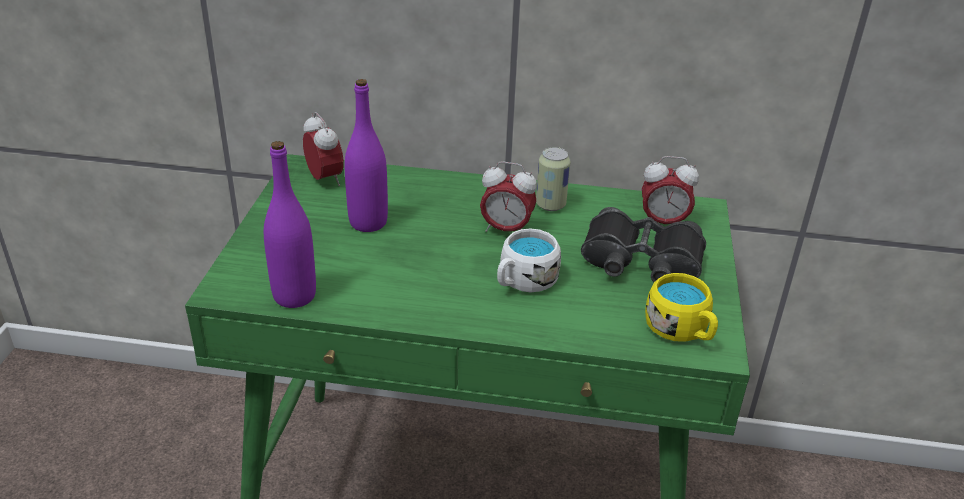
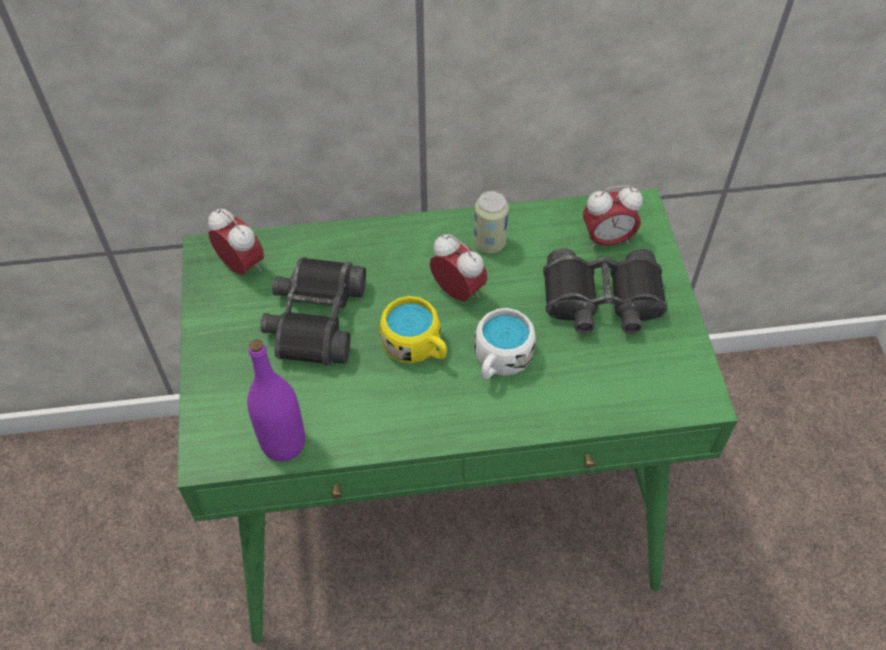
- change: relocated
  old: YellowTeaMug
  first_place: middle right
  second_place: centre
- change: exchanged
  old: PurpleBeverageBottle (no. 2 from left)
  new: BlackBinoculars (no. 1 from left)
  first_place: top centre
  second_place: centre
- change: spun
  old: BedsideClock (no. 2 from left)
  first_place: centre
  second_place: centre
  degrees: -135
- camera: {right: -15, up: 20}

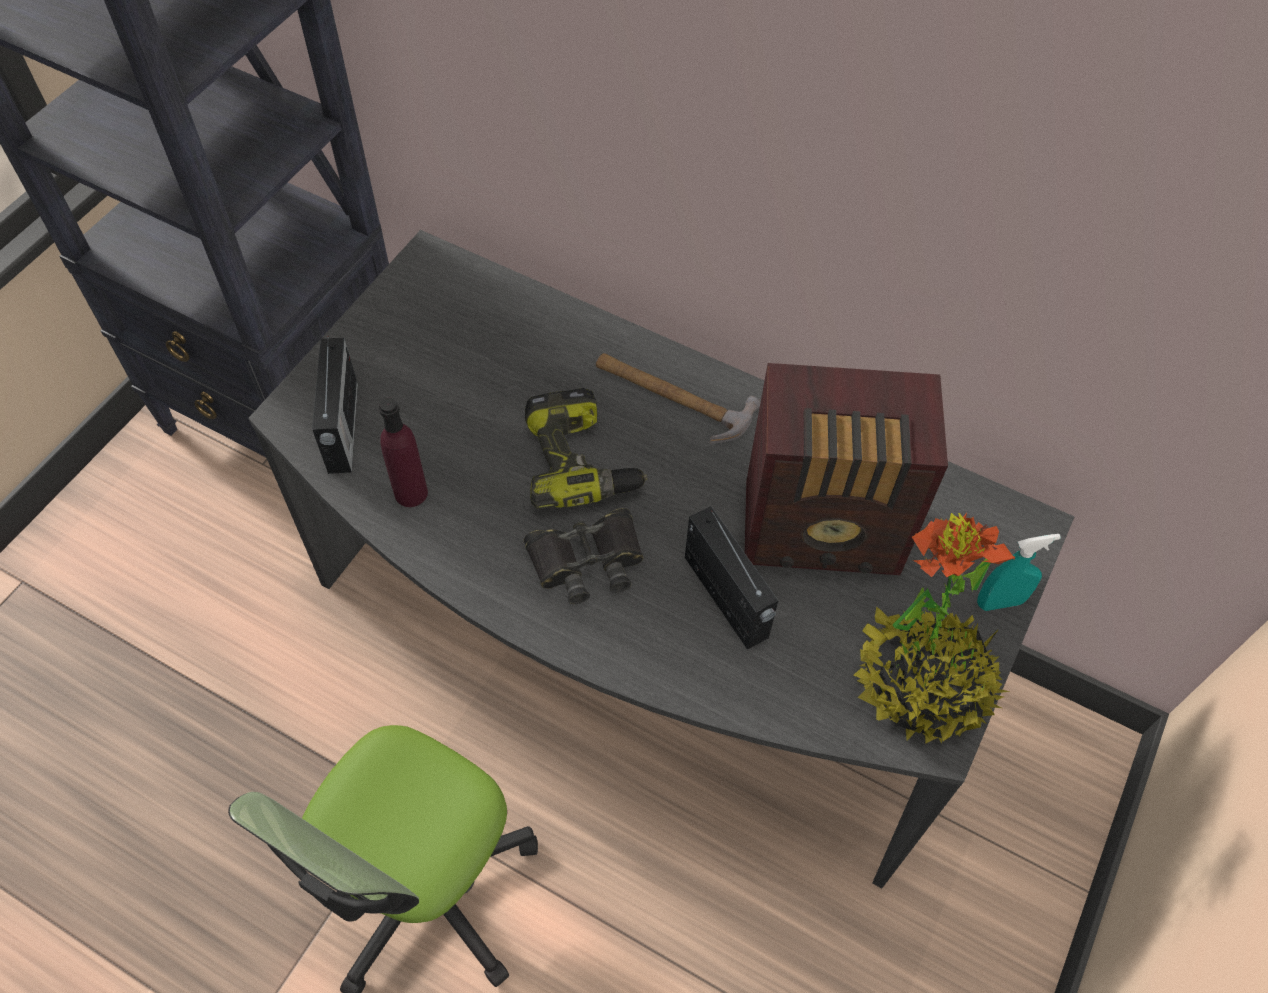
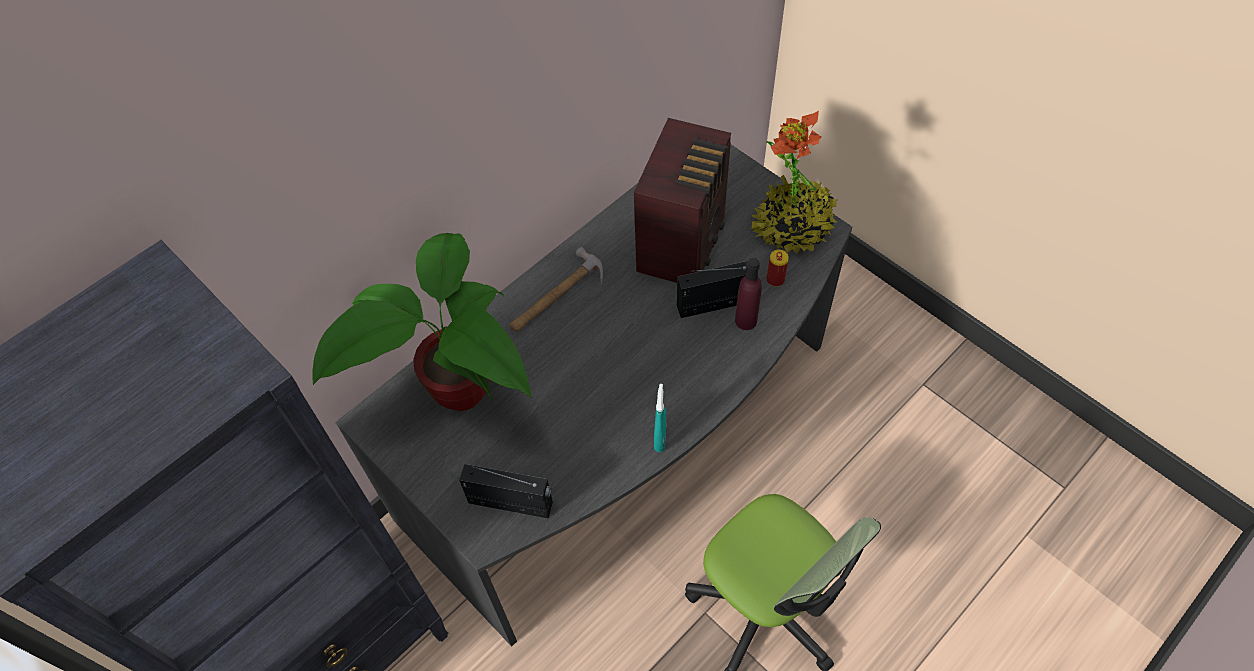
- change: missing
  old: BlackBinoculars
  first_place: centre
- change: missing
  old: Drill
  first_place: centre
- change: appeared
  new: PottedPlant (no. 1 from left)
  second_place: centre
- change: appeared
  new: SealedCan
  second_place: centre
- change: relocated
  old: PurpleBeverageBottle
  first_place: middle left
  second_place: centre
- change: relocated
  old: TurquoiseSprayer
  first_place: middle right
  second_place: centre
- camera: {right: -70, up: 0}

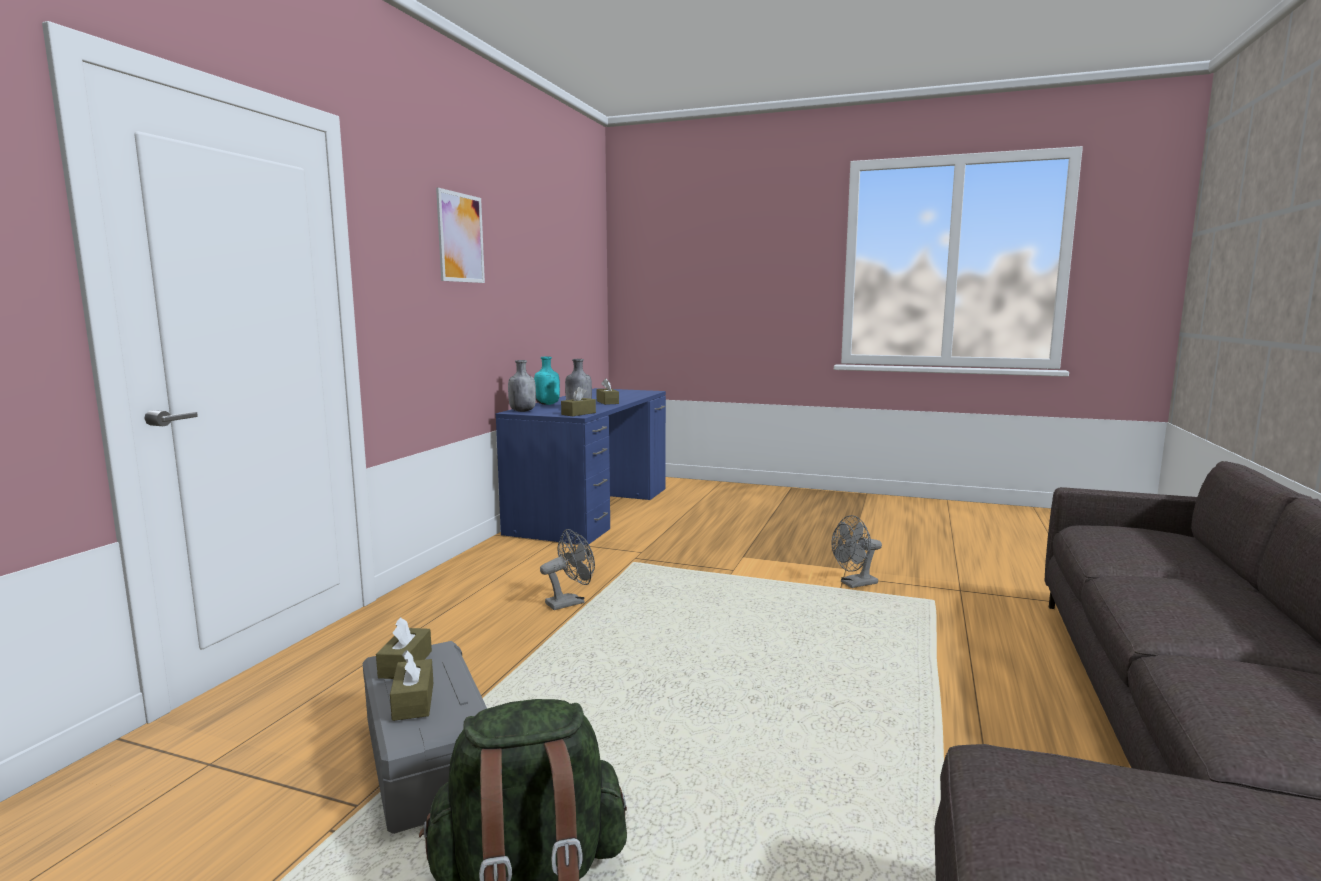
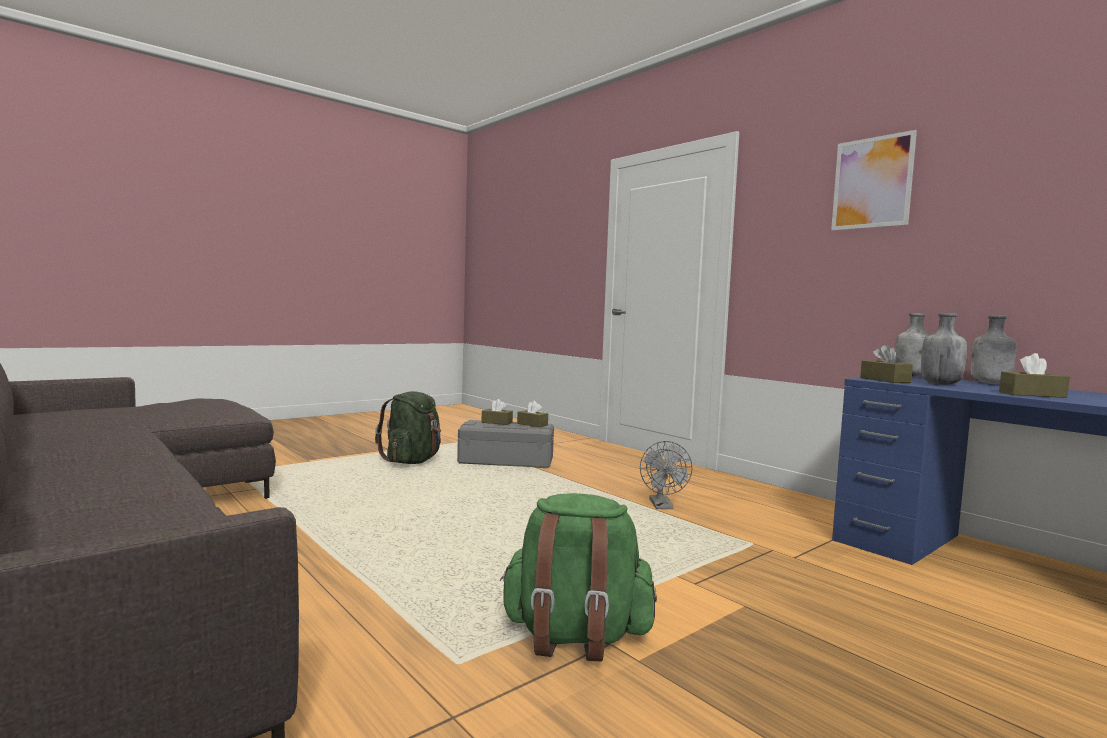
- change: exchanged
  old: GrayFan (no. 2 from left)
  new: GreenBackpack (no. 2 from left)
  first_place: centre
  second_place: bottom centre
- change: colour
  old: TurquoiseBeverageBottle
  new: GrayBeverageBottle (no. 3 from left)
  first_place: centre
  second_place: middle right
- camera: {right: 120, up: -5}

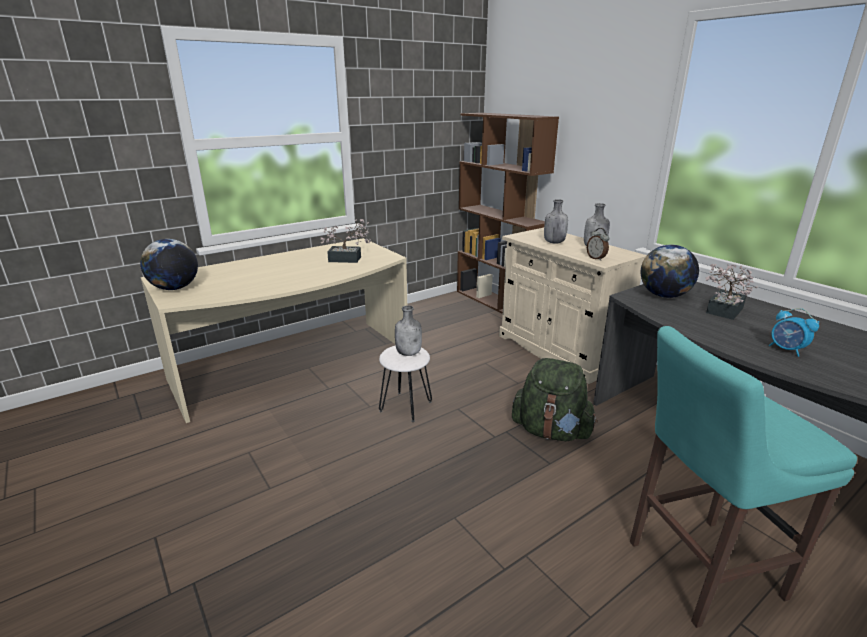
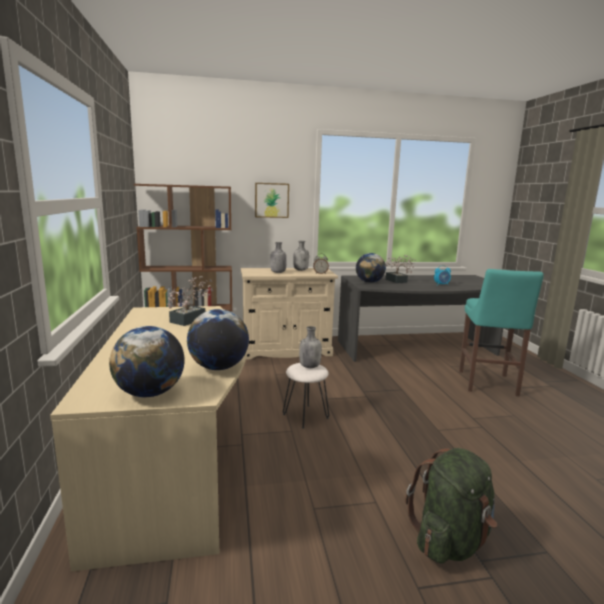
- change: appeared
  new: WorldGlobe (no. 2 from left)
  second_place: centre
- change: appeared
  new: WallArt
  second_place: top centre
- change: relocated
  old: GreenBackpack
  first_place: centre
  second_place: bottom right
- camera: {right: -65, up: -10}

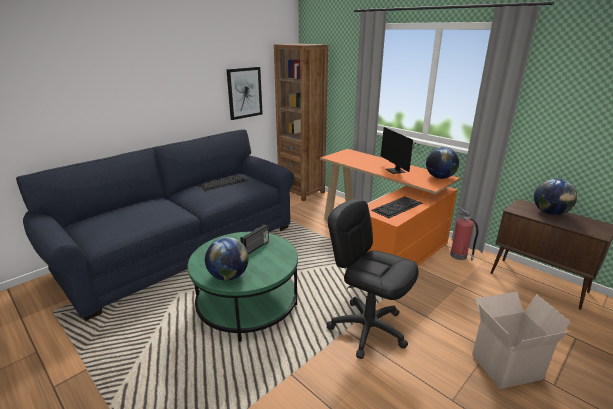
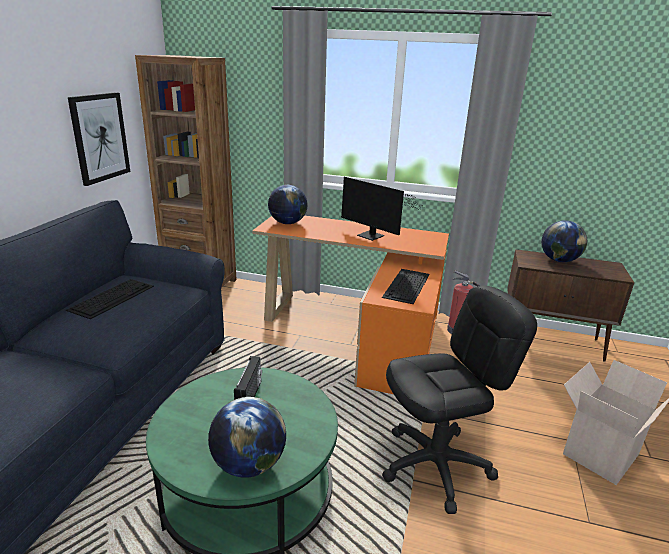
- change: relocated
  old: WorldGlobe (no. 2 from left)
  first_place: middle right
  second_place: centre
- change: spun
  old: BlackComputerChair
  first_place: bottom centre
  second_place: bottom right
  degrees: 150
- camera: {right: -30, up: 0}

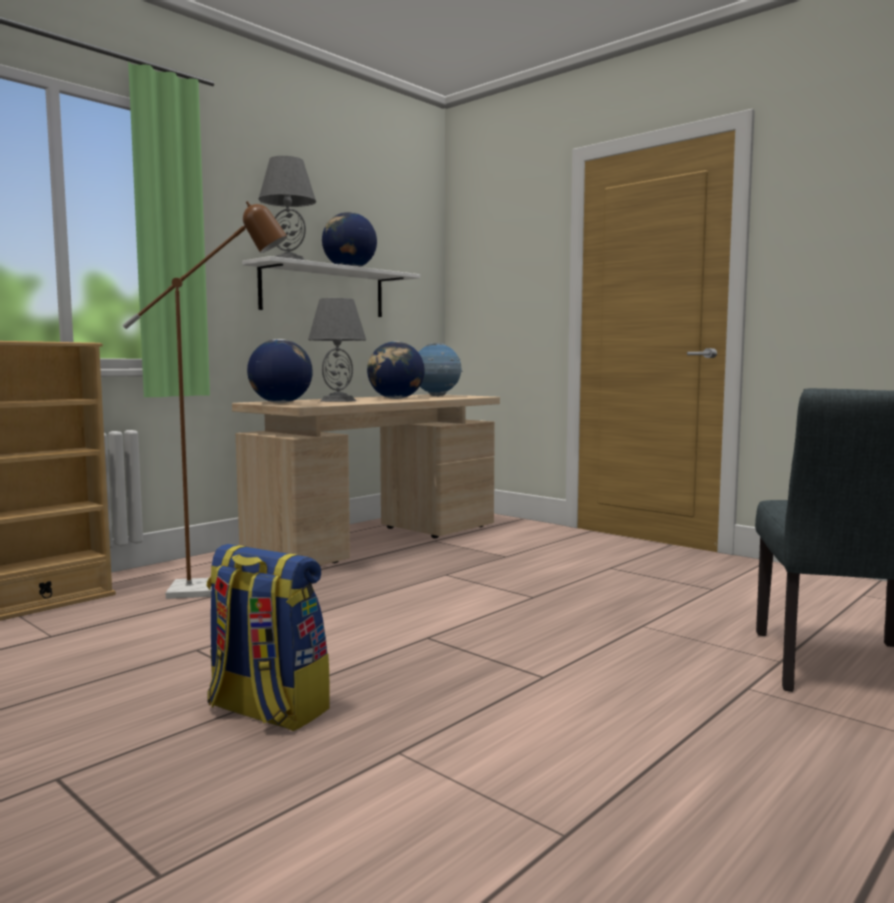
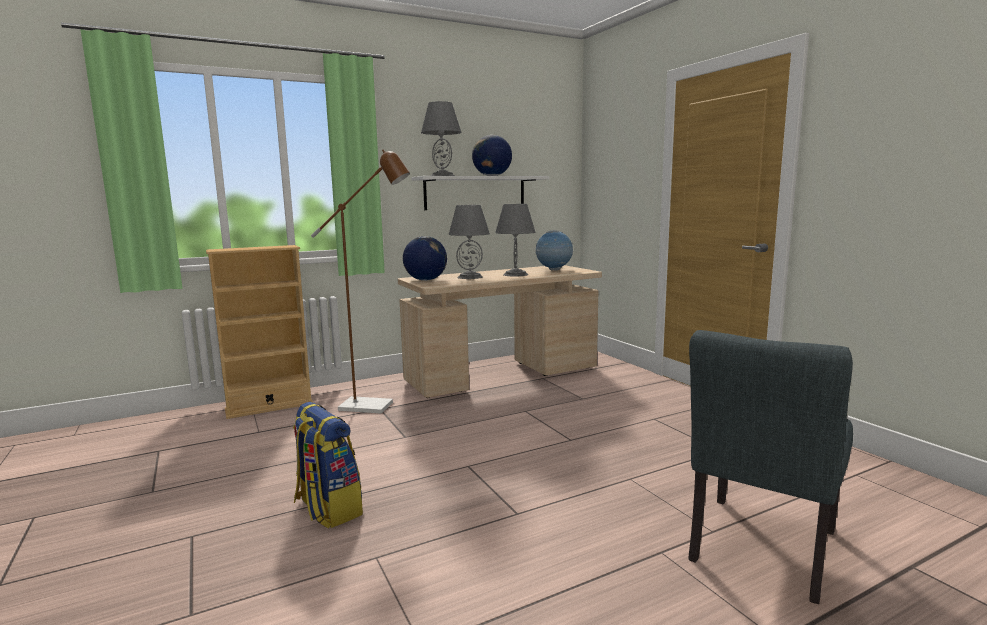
- change: exchanged
  old: WorldGlobe (no. 3 from left)
  new: GrayTabletopLamp (no. 3 from left)
  first_place: centre
  second_place: centre
- camera: {right: 20, up: 5}

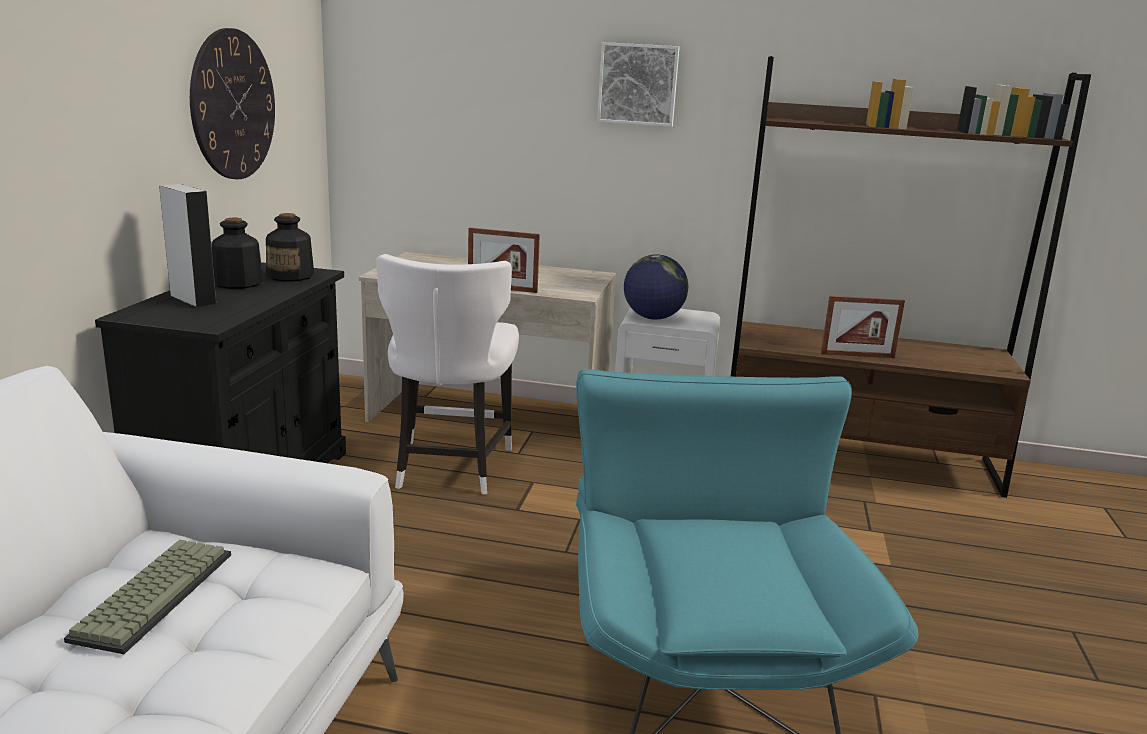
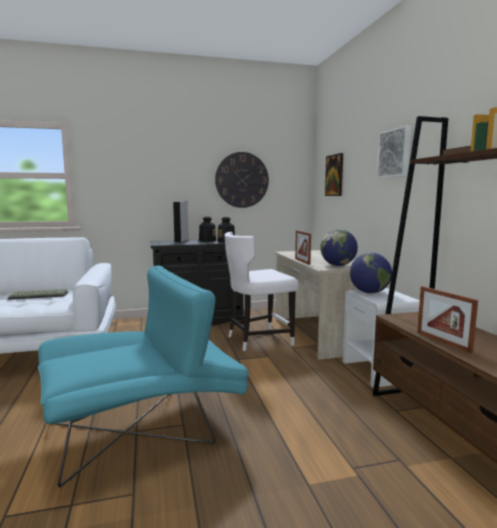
- change: appeared
  new: WorldGlobe (no. 1 from left)
  second_place: middle right
- change: appeared
  new: WallArt (no. 1 from left)
  second_place: top right
- camera: {right: 65, up: -10}

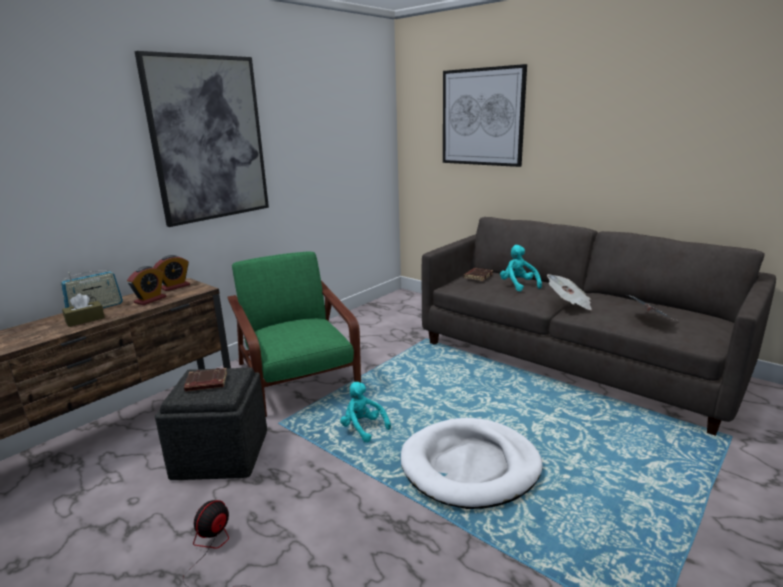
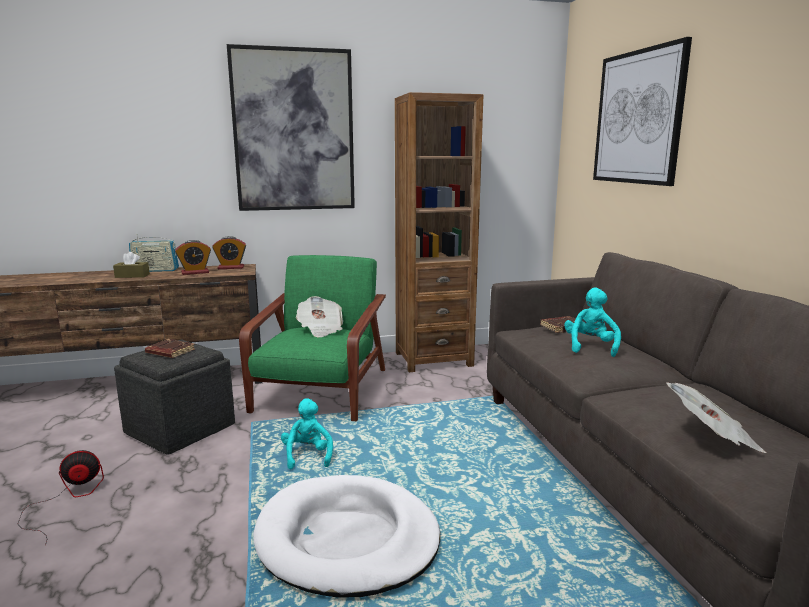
- change: appeared
  new: BrownColouredShelvingUnit
  second_place: centre
- change: relocated
  old: Newspaper (no. 1 from left)
  first_place: middle right
  second_place: centre
- camera: {right: 35, up: -5}

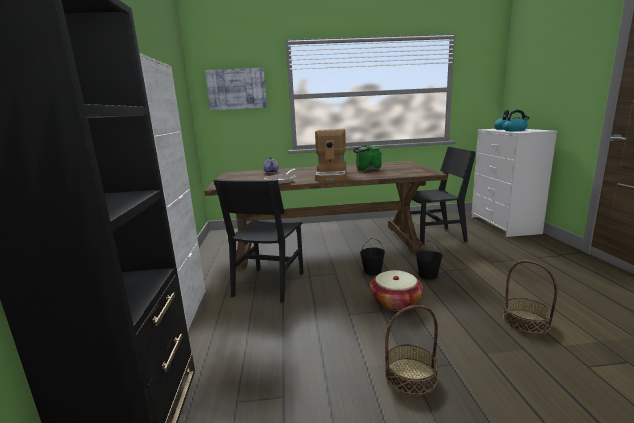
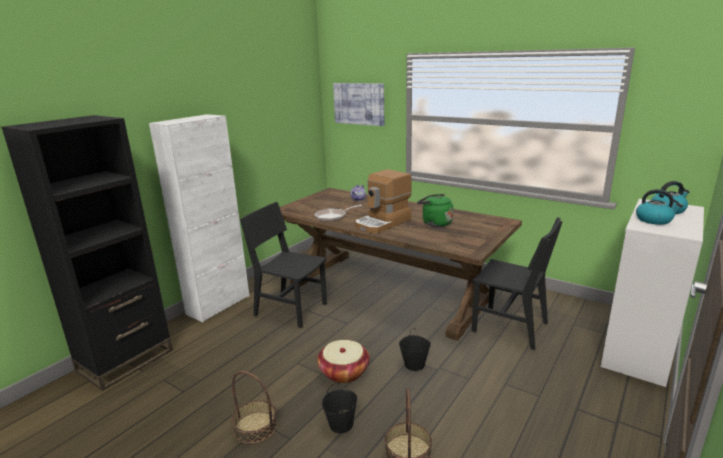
- change: relocated
  old: BlackBucket (no. 1 from left)
  first_place: centre
  second_place: bottom centre
- change: spun
  old: BlackChair (no. 1 from left)
  first_place: centre
  second_place: centre
  degrees: 60
- camera: {right: 40, up: 5}

